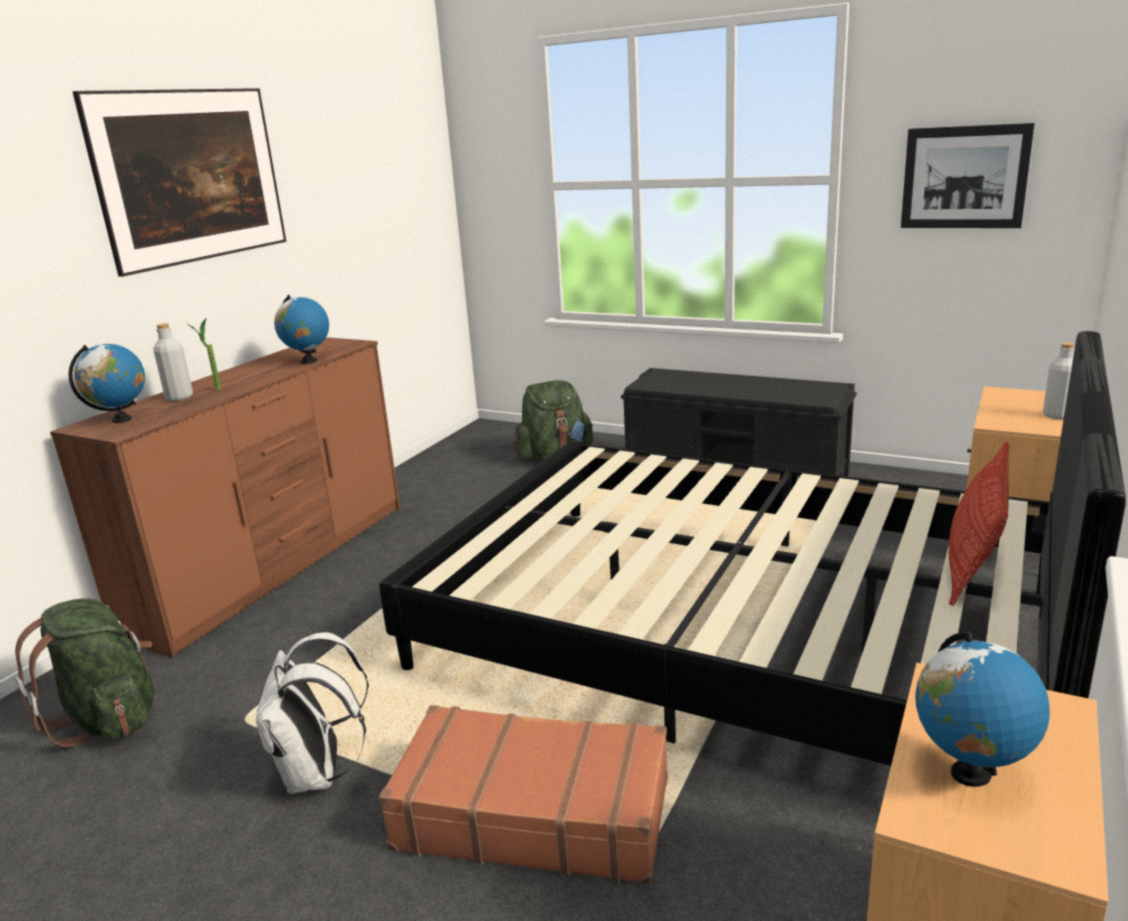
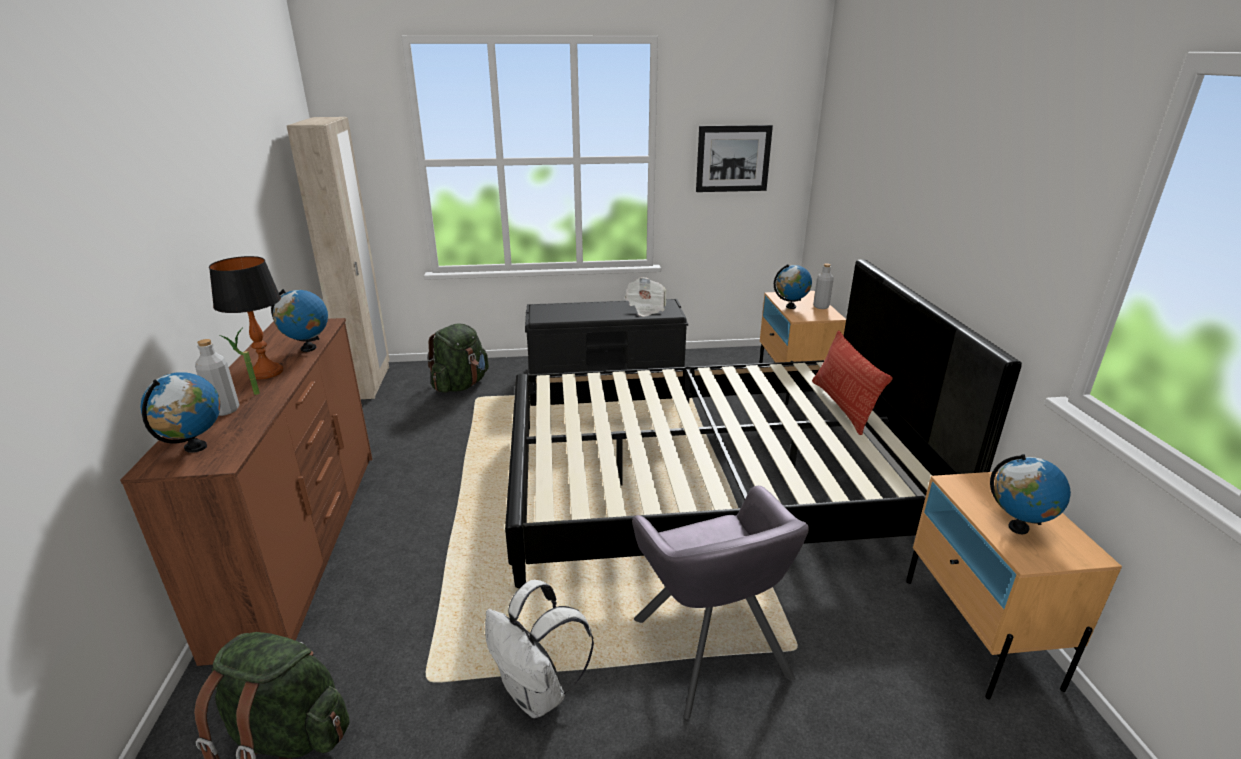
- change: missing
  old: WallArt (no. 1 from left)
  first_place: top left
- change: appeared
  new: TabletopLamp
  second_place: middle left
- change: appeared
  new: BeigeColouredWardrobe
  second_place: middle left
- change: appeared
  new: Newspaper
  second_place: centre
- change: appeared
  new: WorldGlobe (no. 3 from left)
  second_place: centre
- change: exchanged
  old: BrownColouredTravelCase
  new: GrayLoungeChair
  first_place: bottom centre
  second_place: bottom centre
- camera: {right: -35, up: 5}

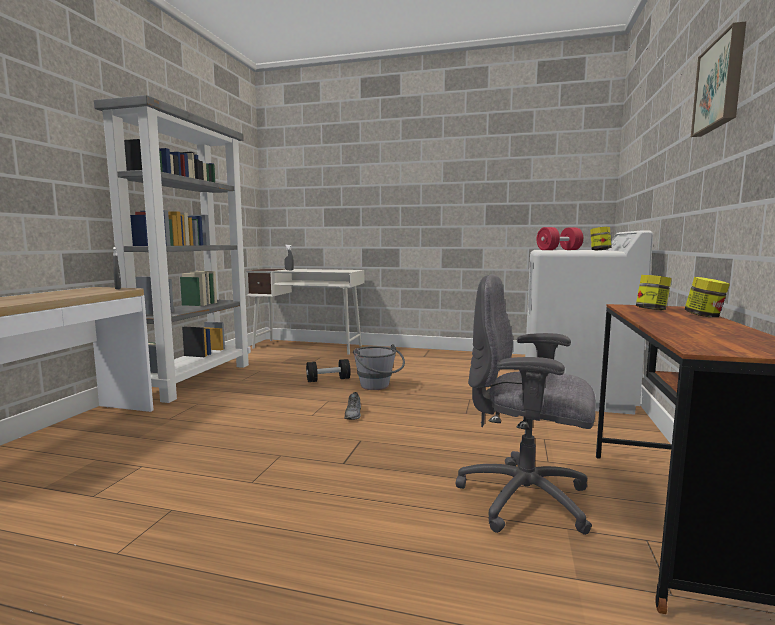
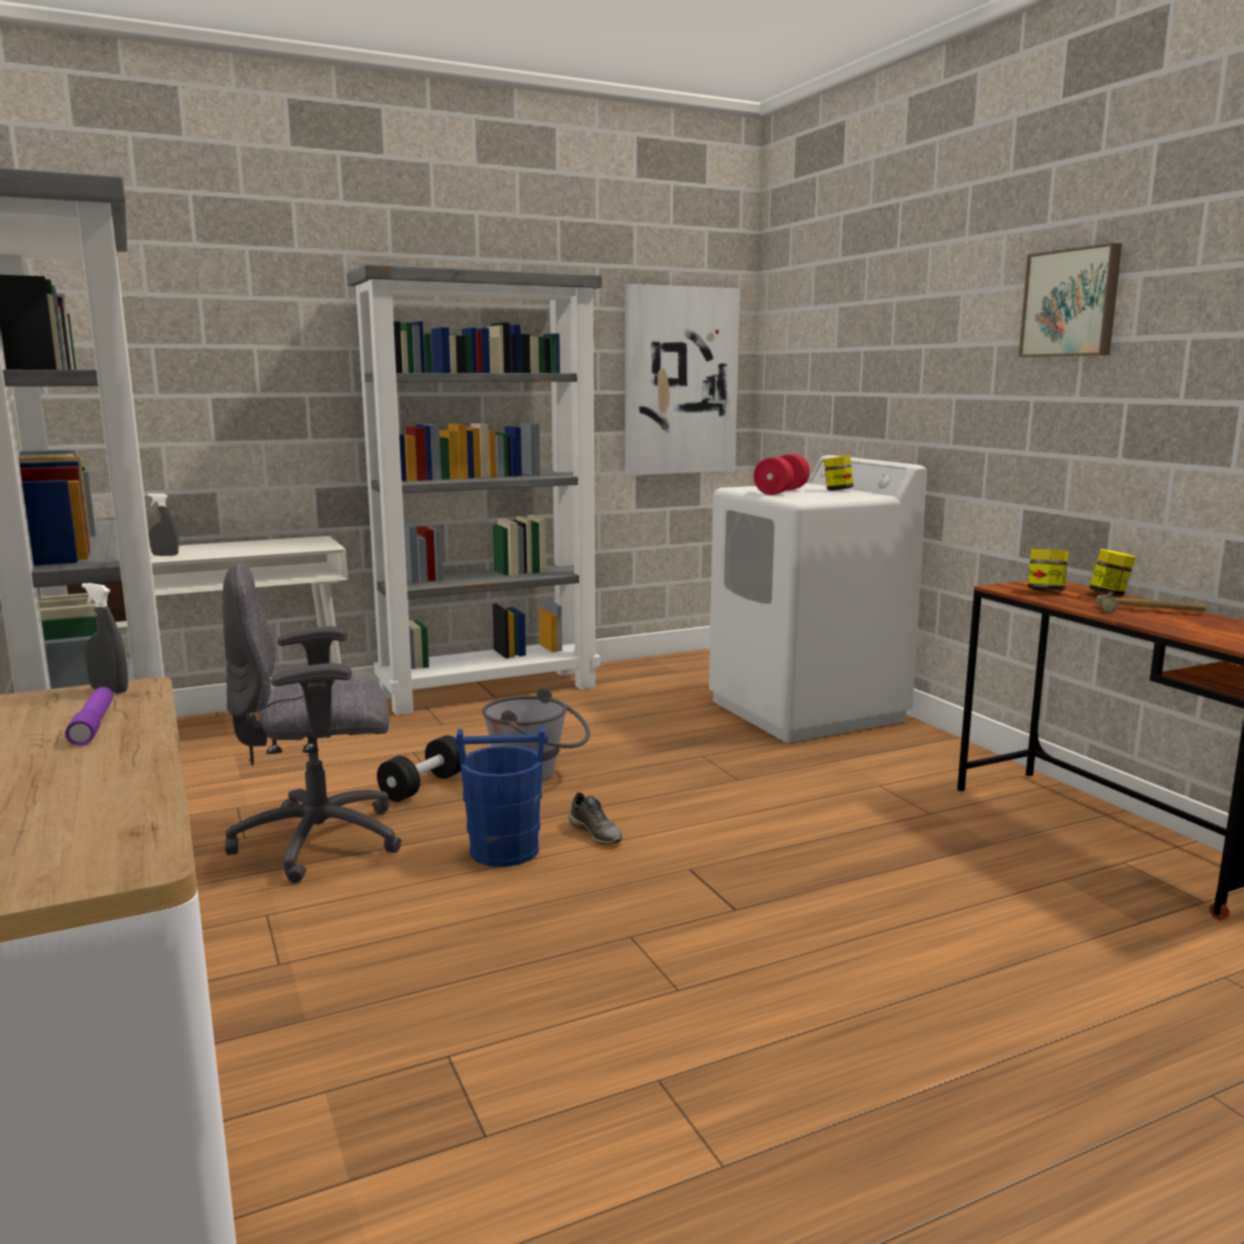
- change: appeared
  new: PurpleTorch
  second_place: middle left
- change: appeared
  new: GrayShelvingUnit (no. 2 from left)
  second_place: centre
- change: appeared
  new: BlueBucket
  second_place: centre
- change: appeared
  new: WallArt (no. 1 from left)
  second_place: top centre
- change: appeared
  new: HandHammer
  second_place: middle right
- change: relocated
  old: GrayComputerChair
  first_place: middle right
  second_place: middle left
- camera: {right: -40, up: 5}

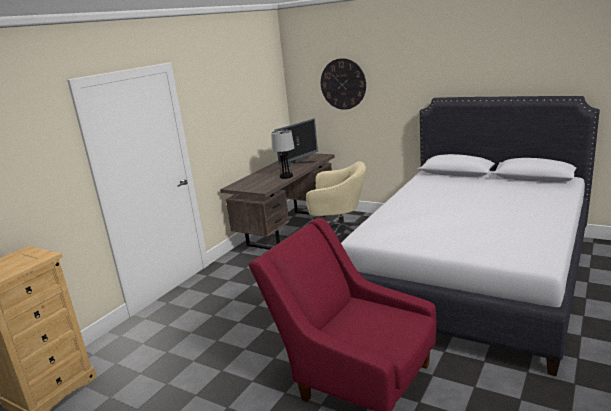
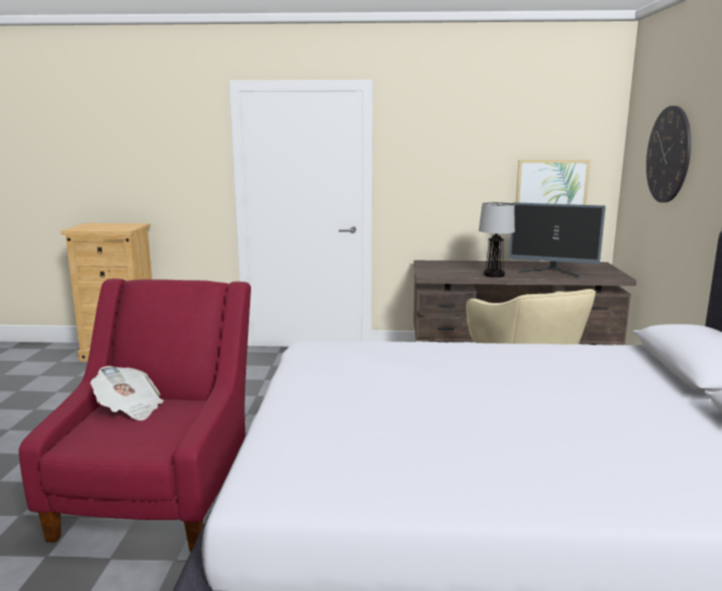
- change: appeared
  new: Newspaper
  second_place: middle left
- change: appeared
  new: WallArt
  second_place: top right
- camera: {right: 60, up: -5}

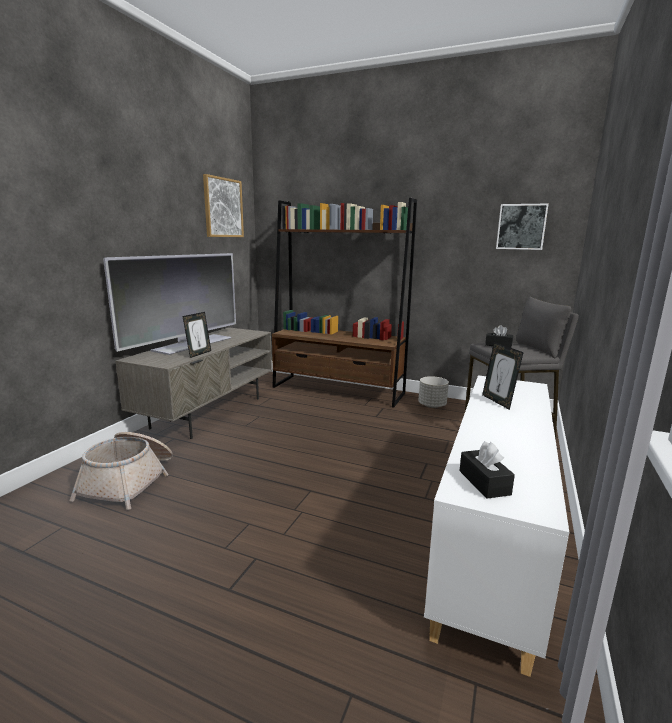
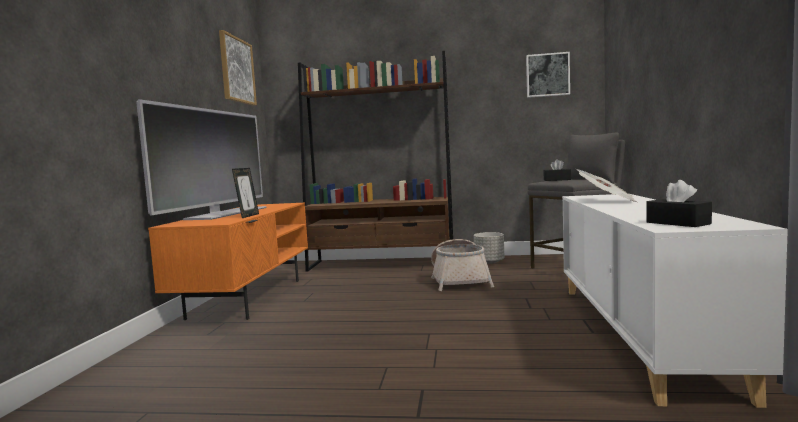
- change: relocated
  old: HouseholdBasket
  first_place: middle left
  second_place: centre
- change: exchanged
  old: StandingFrame (no. 2 from left)
  new: Newspaper
  first_place: middle right
  second_place: middle right
- change: colour
  old: GrayTvUnit
  new: OrangeyTvUnit
  first_place: middle left
  second_place: middle left
- camera: {right: -15, up: -10}

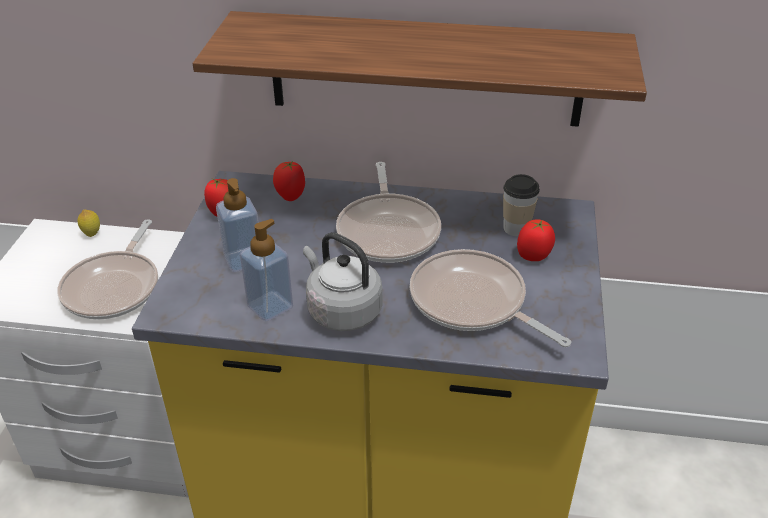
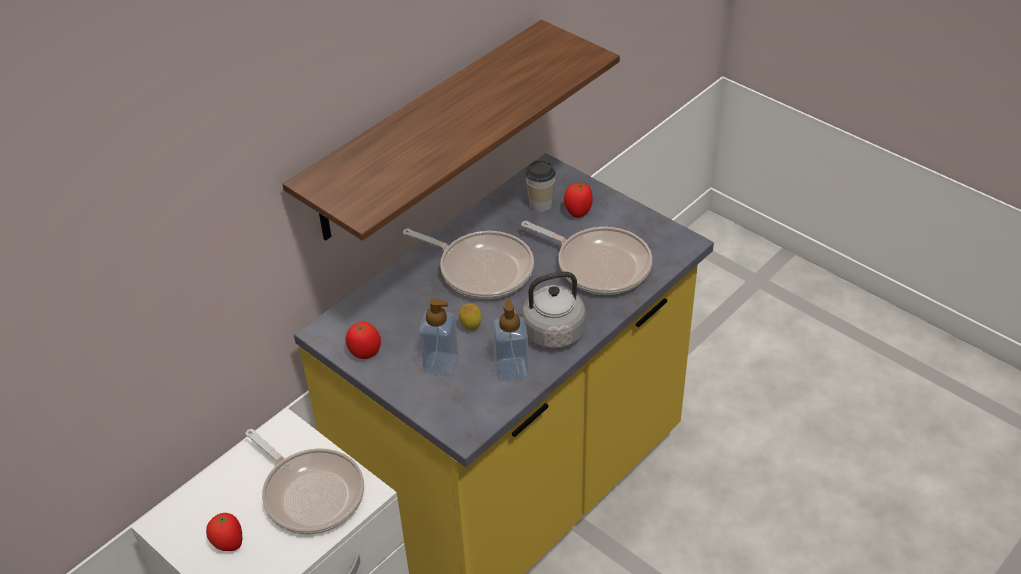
- change: relocated
  old: WholeLemon
  first_place: middle left
  second_place: centre
- change: relocated
  old: Tomato (no. 2 from left in the first image)
  new: Tomato (no. 1 from left)
  first_place: centre
  second_place: bottom left
- change: spun
  old: FryingPan (no. 3 from left)
  first_place: centre
  second_place: centre
  degrees: -135
- camera: {right: -55, up: 5}

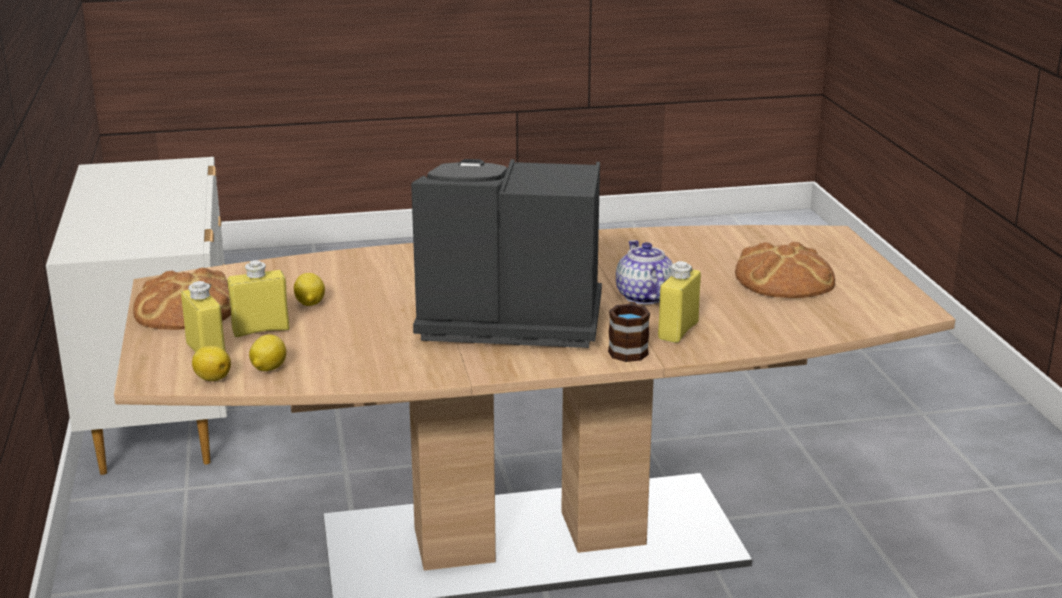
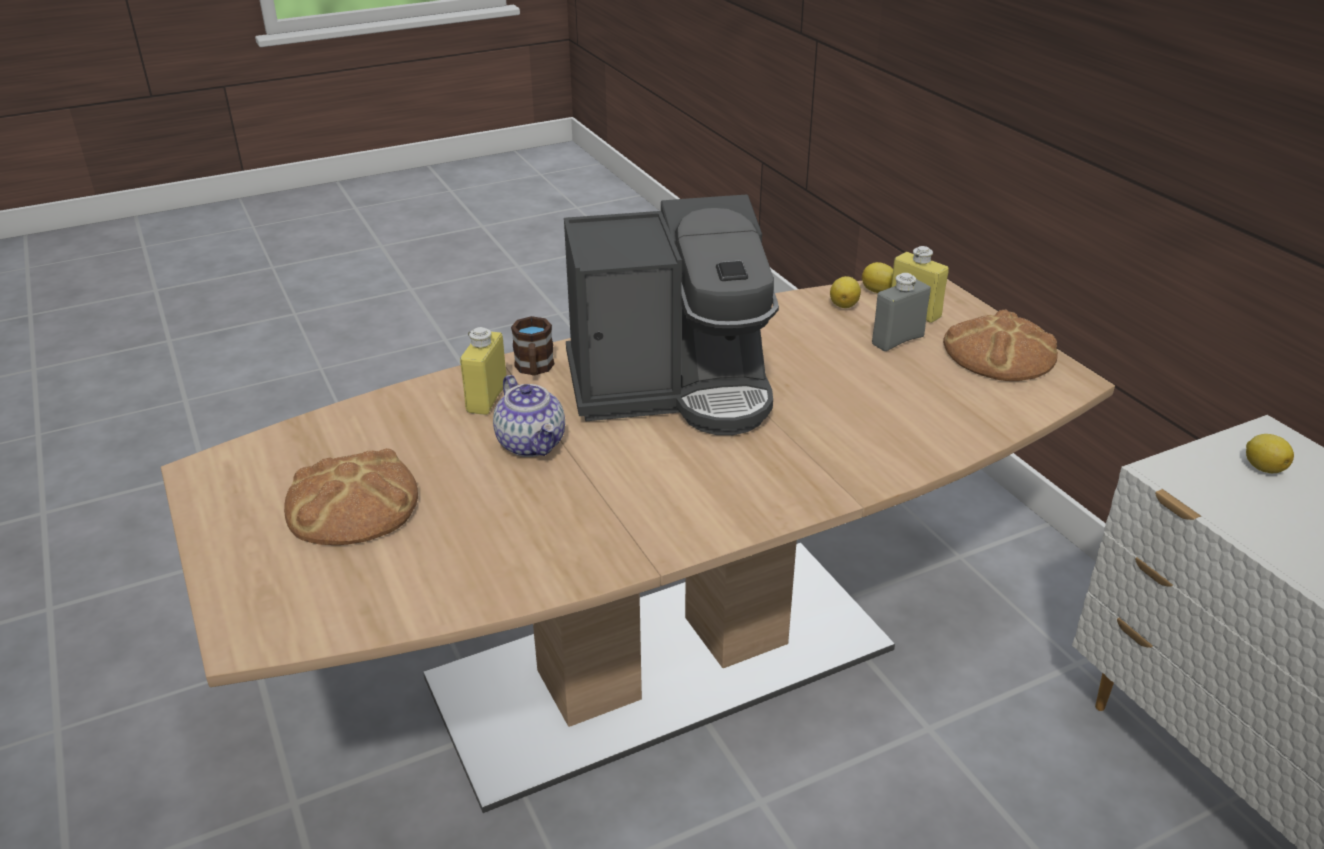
- change: relocated
  old: WholeLemon (no. 3 from left)
  first_place: middle left
  second_place: middle right
- change: colour
  old: YellowBeverageBottle (no. 2 from left)
  new: GrayBeverageBottle
  first_place: middle left
  second_place: middle right
- camera: {right: 165, up: 10}

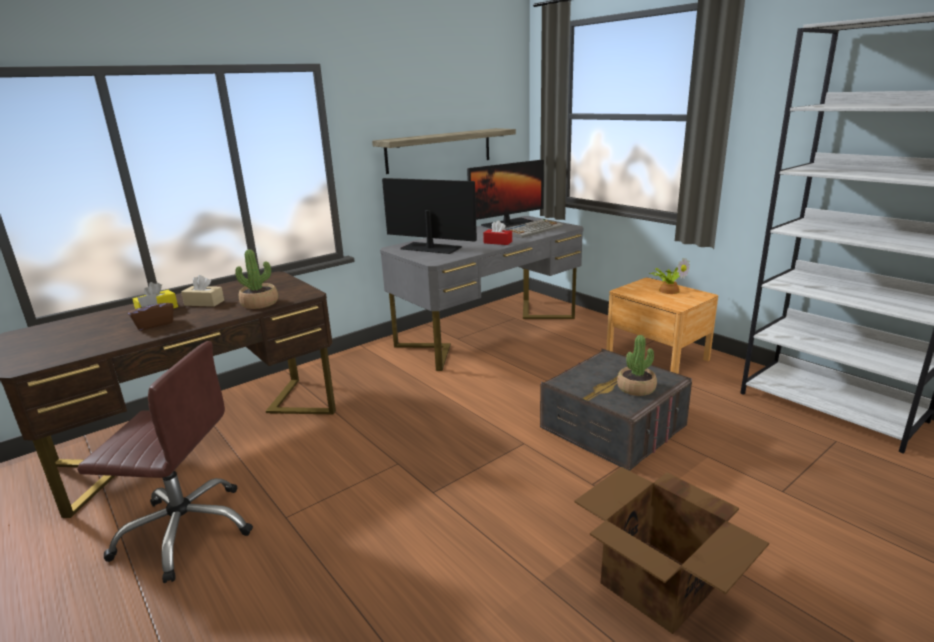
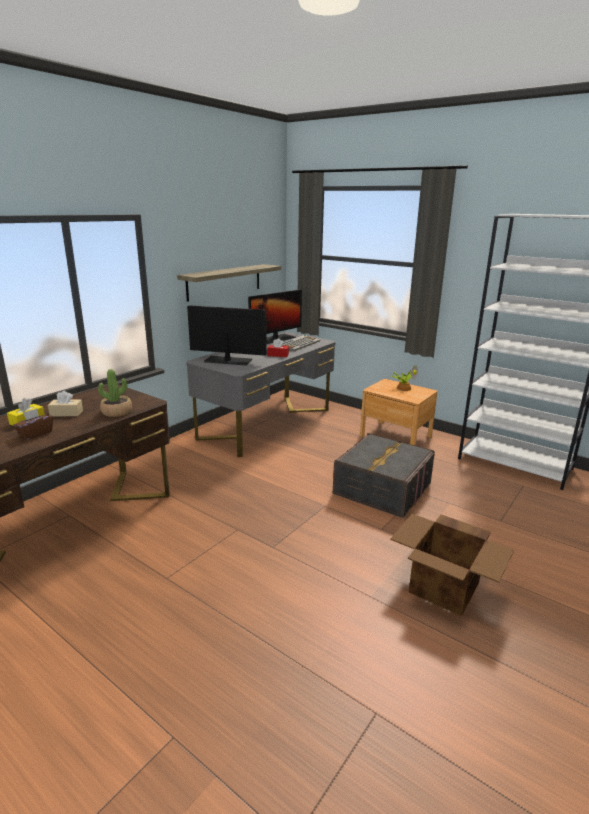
- change: missing
  old: BrownColouredComputerChair
  first_place: bottom left
- change: missing
  old: PottedPlant (no. 2 from left)
  first_place: middle right
- camera: {right: -15, up: 0}

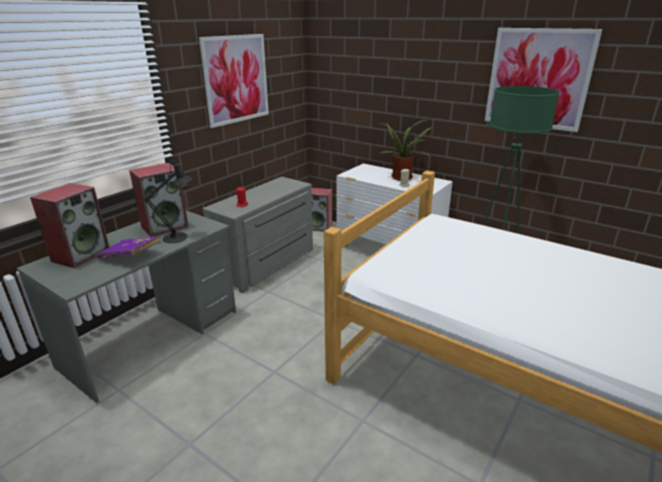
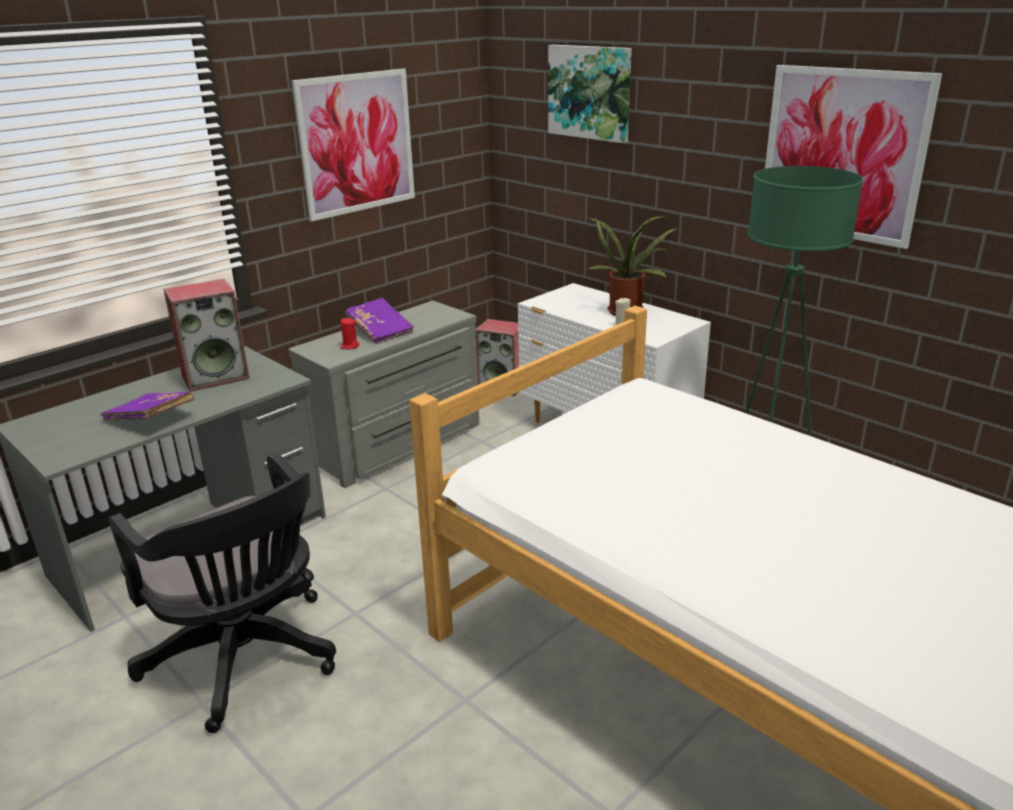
- change: missing
  old: AudioSpeaker (no. 1 from left)
  first_place: middle left
- change: missing
  old: BlackTabletopLamp
  first_place: middle left
- change: appeared
  new: BlackComputerChair
  second_place: bottom left
- change: appeared
  new: PurpleBoundBook (no. 2 from left)
  second_place: centre
- change: appeared
  new: WallArt (no. 2 from left)
  second_place: top centre
- camera: {right: 10, up: 0}

